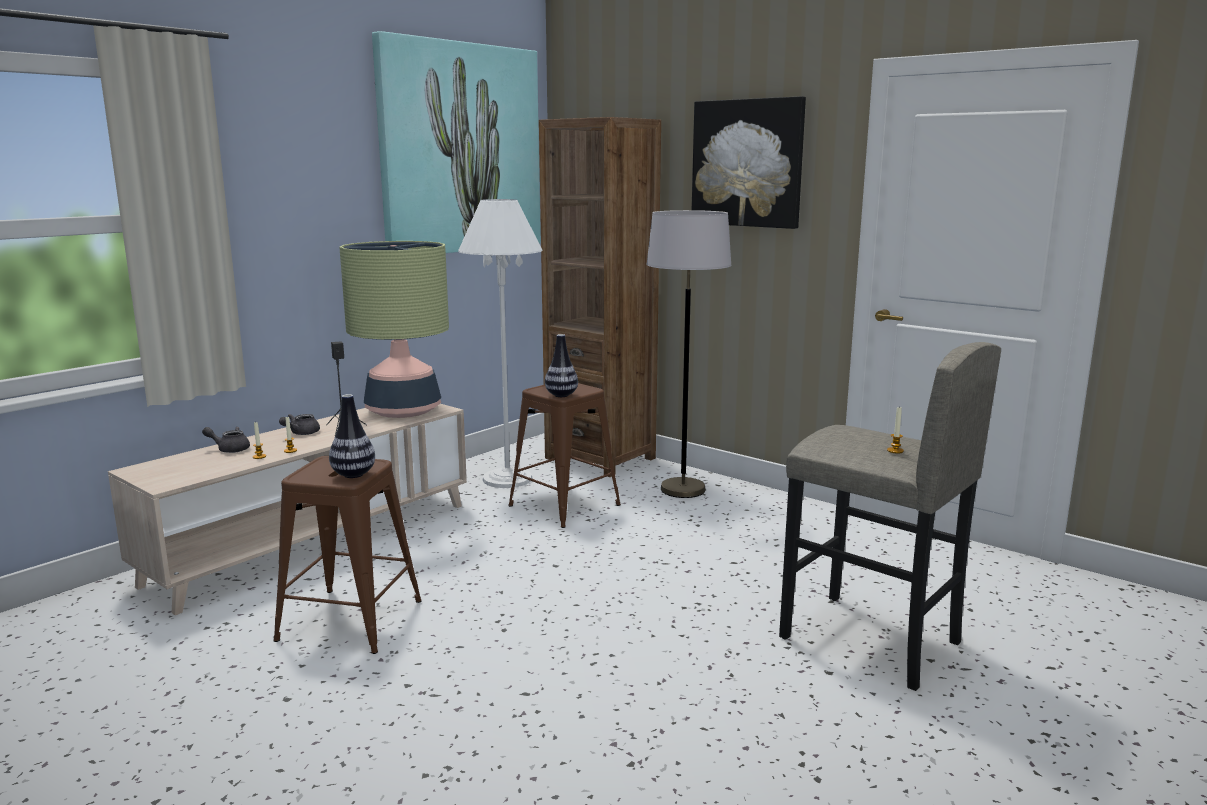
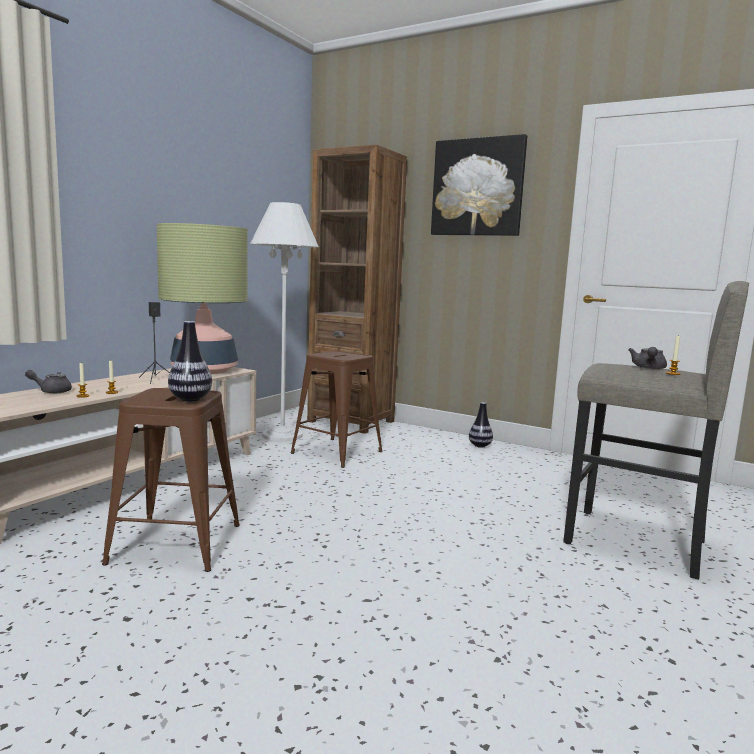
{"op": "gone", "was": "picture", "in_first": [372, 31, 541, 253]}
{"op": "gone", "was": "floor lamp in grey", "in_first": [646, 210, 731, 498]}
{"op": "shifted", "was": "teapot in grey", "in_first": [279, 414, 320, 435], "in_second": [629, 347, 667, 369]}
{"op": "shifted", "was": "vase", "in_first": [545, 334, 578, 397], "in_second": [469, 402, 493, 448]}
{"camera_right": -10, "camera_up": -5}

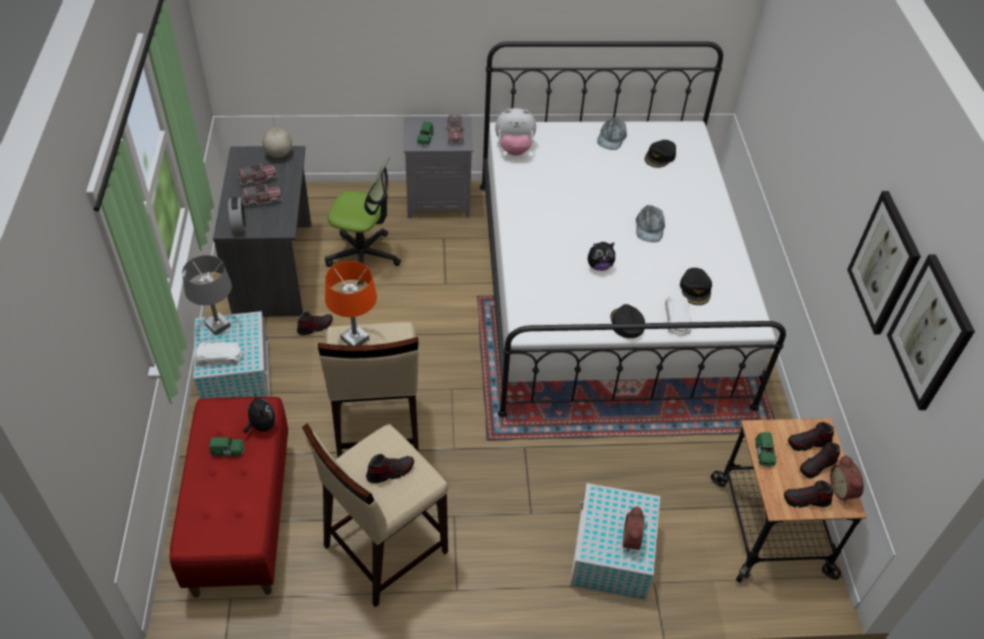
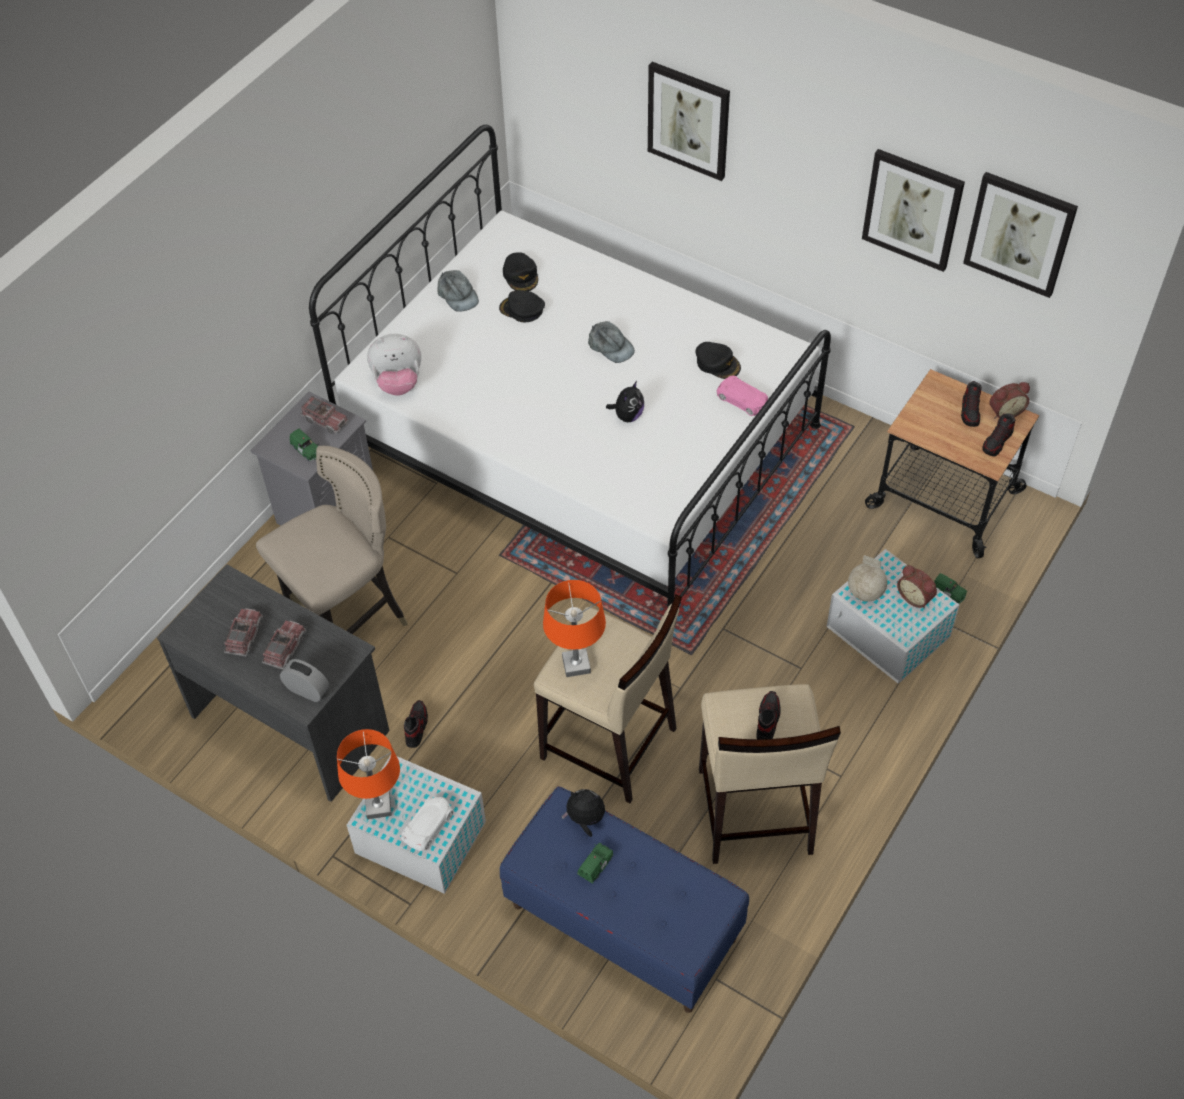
{"op": "gone", "was": "shoe", "in_first": [788, 422, 834, 451]}
{"op": "new", "now": "picture", "in_second": [648, 62, 730, 181]}
{"op": "shifted", "was": "globe", "in_first": [262, 117, 292, 158], "in_second": [848, 555, 887, 602]}
{"op": "shifted", "was": "cap in black", "in_first": [610, 304, 645, 338], "in_second": [499, 290, 545, 322]}
{"op": "shifted", "was": "toy car in green", "in_first": [755, 432, 776, 467], "in_second": [934, 573, 967, 604]}
{"op": "swapped", "was": "office chair", "now": "stool in beige", "in_first": [325, 158, 401, 285], "in_second": [256, 446, 408, 634]}
{"op": "repainted", "was": "bench in red", "now": "bench in blue", "in_first": [169, 397, 288, 597], "in_second": [500, 786, 749, 1013]}
{"op": "repainted", "was": "table lamp in grey", "now": "table lamp in orange", "in_first": [182, 255, 232, 335], "in_second": [337, 729, 400, 819]}
{"op": "repainted", "was": "toy car in white", "now": "toy car in pink", "in_first": [665, 296, 692, 336], "in_second": [717, 375, 768, 416]}
{"op": "rotated", "was": "plush toy", "in_first": [495, 108, 536, 156], "in_second": [367, 334, 421, 396], "clockwise": 45}
{"op": "rotated", "was": "alarm clock", "in_first": [830, 455, 864, 503], "in_second": [989, 382, 1030, 419], "clockwise": -45}
{"camera_right": -50, "camera_up": 5}

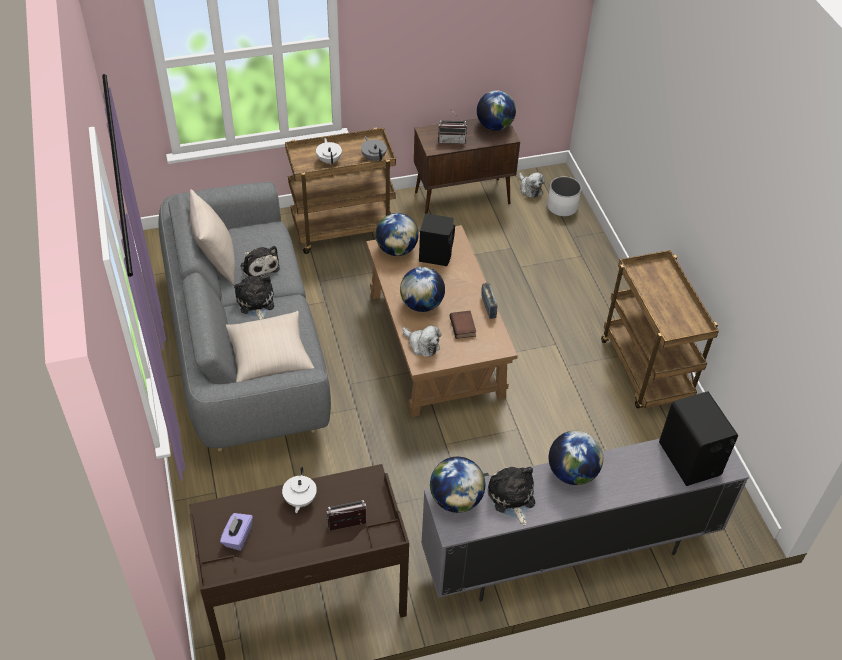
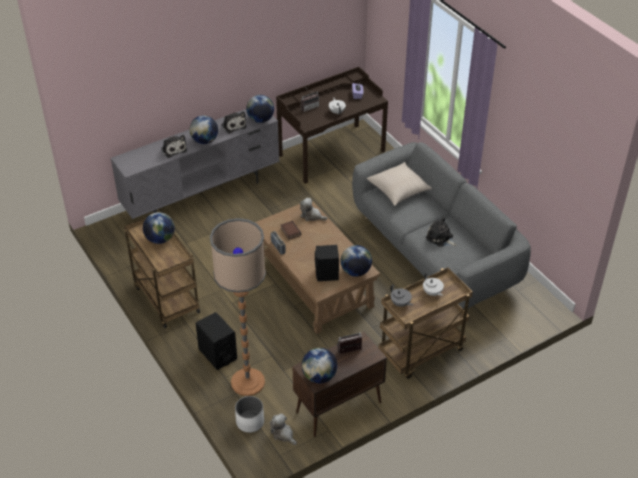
{"op": "gone", "was": "pillow in beige", "in_first": [190, 189, 235, 285]}
{"op": "new", "now": "floor lamp", "in_second": [210, 218, 266, 396]}
{"op": "shifted", "was": "plush toy", "in_first": [234, 275, 274, 320], "in_second": [161, 135, 187, 158]}
{"op": "shifted", "was": "globe", "in_first": [400, 267, 445, 312], "in_second": [143, 212, 175, 244]}
{"op": "shifted", "was": "speaker in black", "in_first": [659, 391, 738, 486], "in_second": [196, 312, 237, 370]}
{"camera_right": 165, "camera_up": -5}

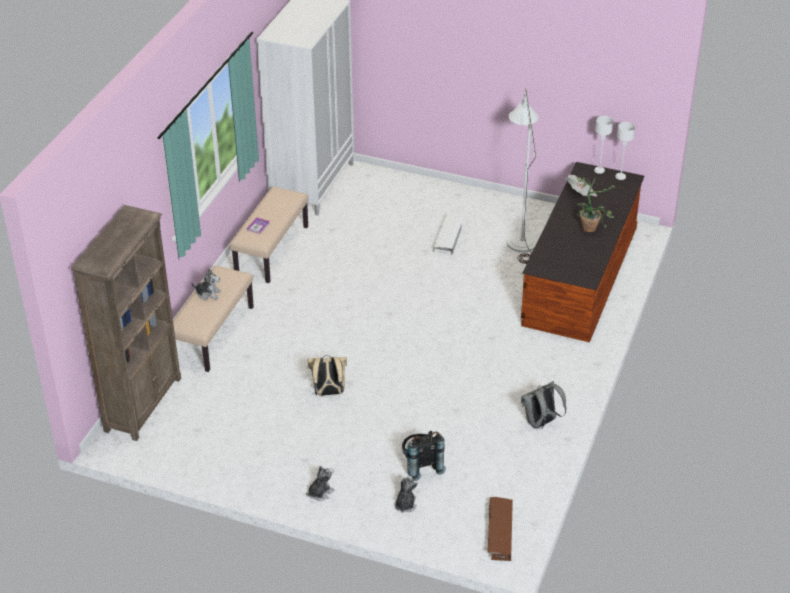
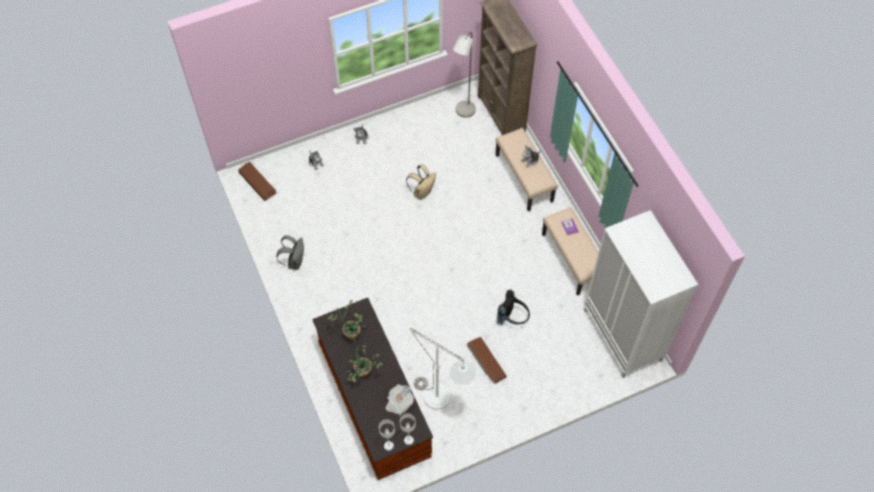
{"op": "new", "now": "potted plant", "in_second": [327, 300, 366, 342]}
{"op": "new", "now": "floor lamp in grey", "in_second": [453, 32, 476, 118]}
{"op": "shifted", "was": "backpack in black", "in_first": [402, 431, 446, 481], "in_second": [496, 289, 530, 326]}
{"op": "repainted", "was": "storage box in white", "now": "storage box in brown", "in_first": [433, 213, 464, 256], "in_second": [467, 337, 506, 384]}
{"camera_right": 135, "camera_up": 20}

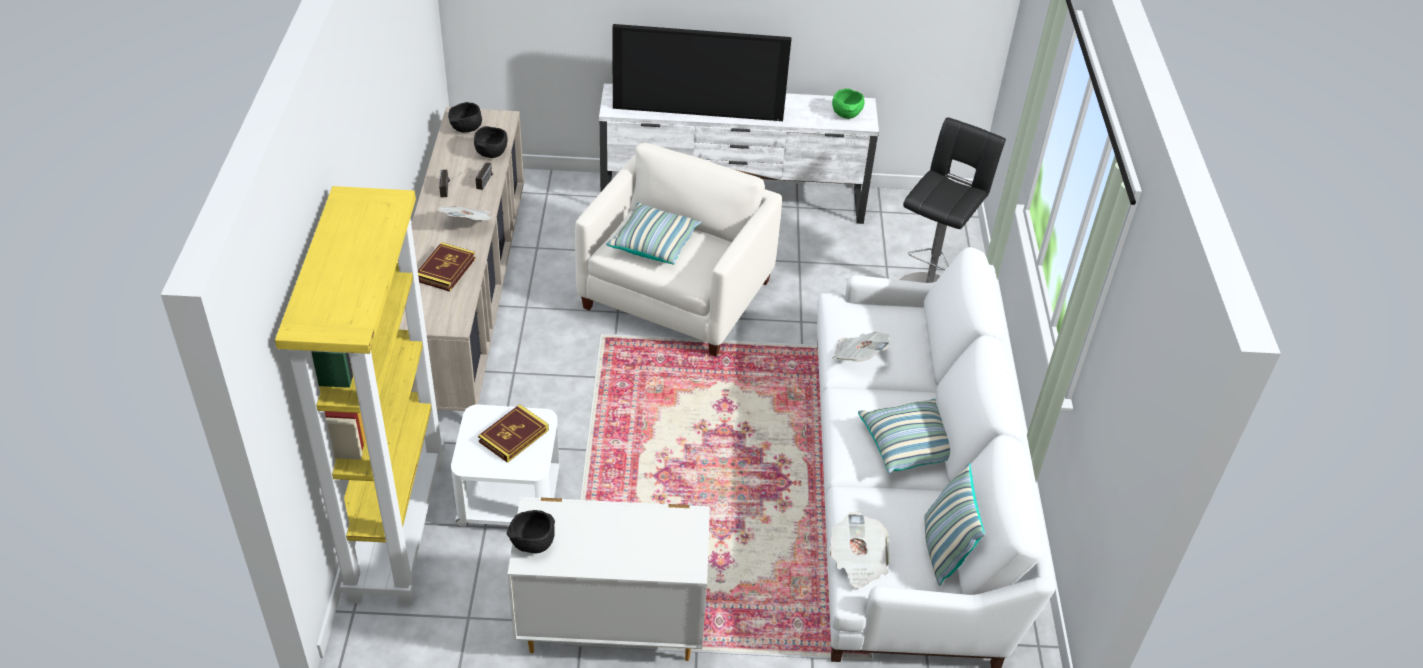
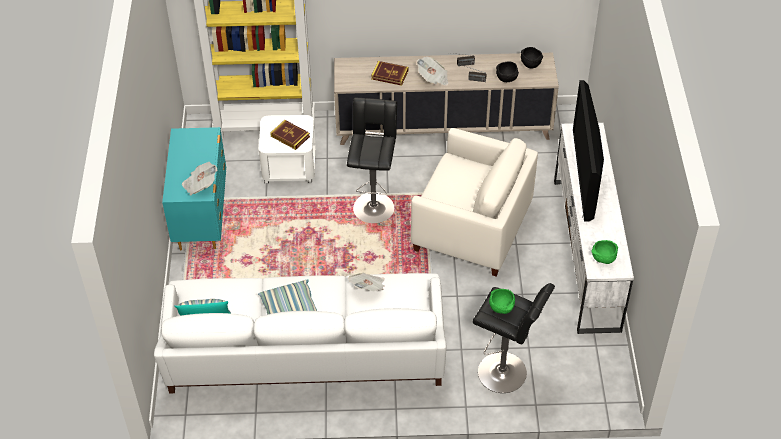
{"op": "gone", "was": "bowl in black", "in_first": [507, 510, 555, 553]}
{"op": "gone", "was": "pillow", "in_first": [606, 202, 702, 265]}
{"op": "new", "now": "stool in black", "in_second": [347, 98, 397, 223]}
{"op": "new", "now": "bowl in green", "in_second": [489, 289, 515, 314]}
{"op": "shifted", "was": "newspaper", "in_first": [829, 511, 890, 589], "in_second": [182, 162, 217, 196]}
{"op": "repainted", "was": "dresser in white", "now": "dresser in turquoise", "in_first": [508, 497, 710, 661], "in_second": [162, 127, 226, 250]}
{"camera_right": 90, "camera_up": 5}

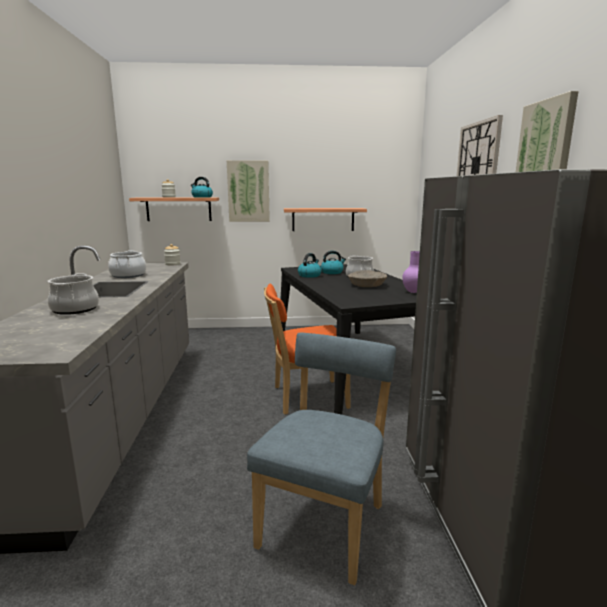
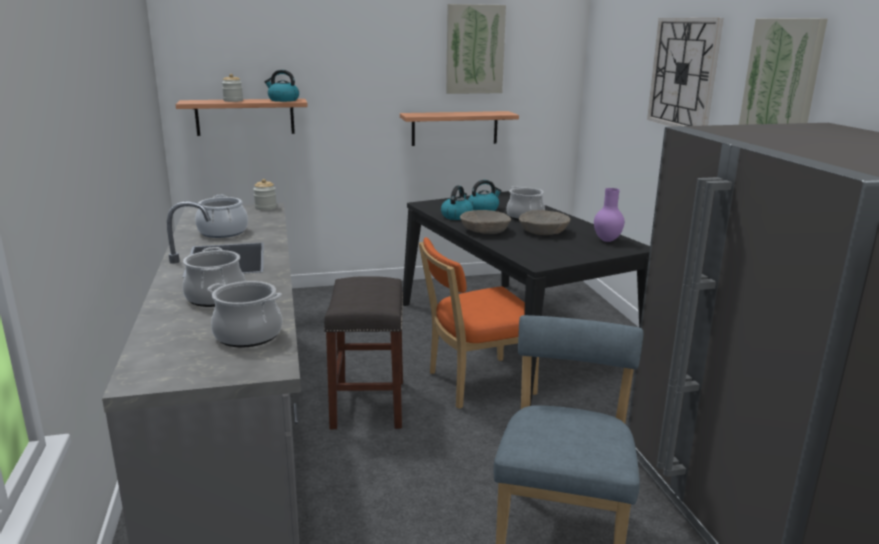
{"op": "new", "now": "cooking pot", "in_second": [207, 281, 282, 348]}
{"op": "new", "now": "stool in grey", "in_second": [324, 276, 403, 429]}
{"op": "new", "now": "bowl in beige", "in_second": [460, 210, 511, 234]}
{"op": "shifted", "was": "picture", "in_first": [227, 160, 270, 222], "in_second": [446, 4, 506, 94]}
{"camera_right": -10, "camera_up": 5}

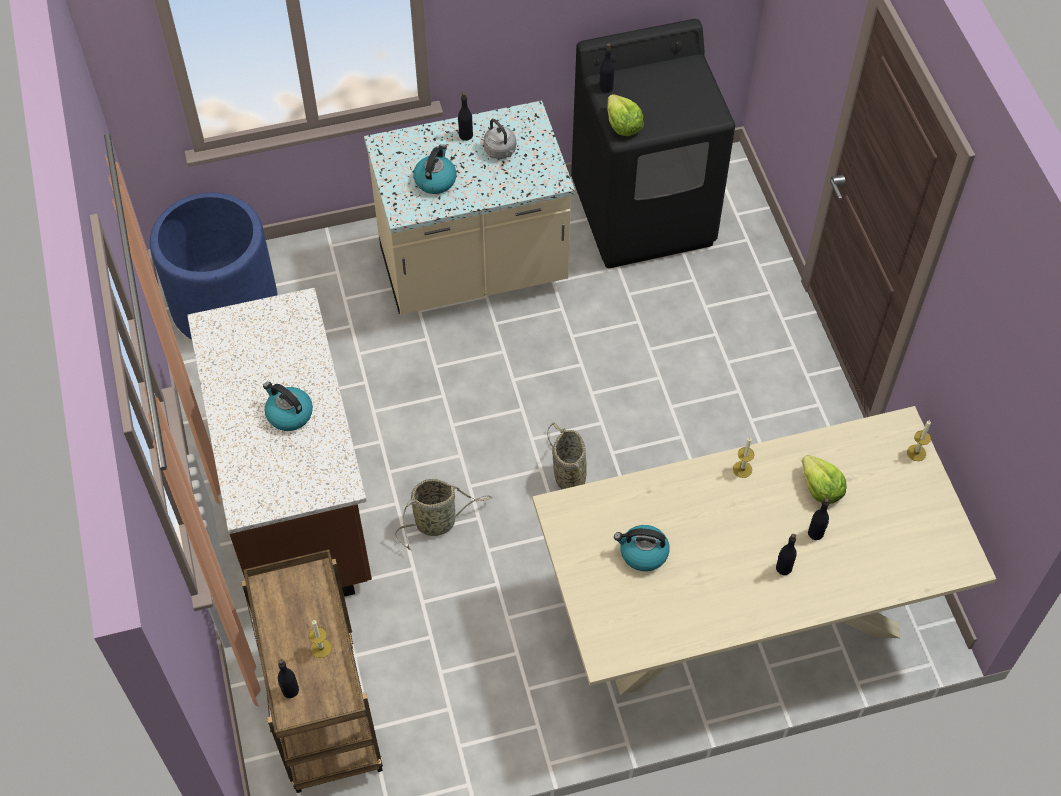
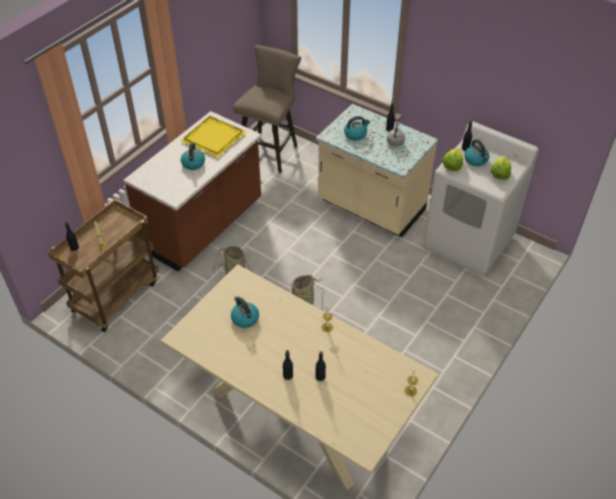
{"op": "new", "now": "tray in yellow", "in_second": [180, 116, 246, 157]}
{"op": "new", "now": "kettle", "in_second": [464, 139, 489, 166]}
{"op": "shifted", "was": "lettuce", "in_first": [802, 455, 847, 504], "in_second": [490, 156, 511, 180]}
{"op": "swapped", "was": "planter in blue", "now": "stool in beige", "in_first": [150, 193, 278, 340], "in_second": [233, 45, 301, 173]}
{"op": "repainted", "was": "washing machine in black", "now": "washing machine in white", "in_first": [571, 19, 735, 268], "in_second": [424, 121, 539, 276]}
{"camera_right": 50, "camera_up": -10}

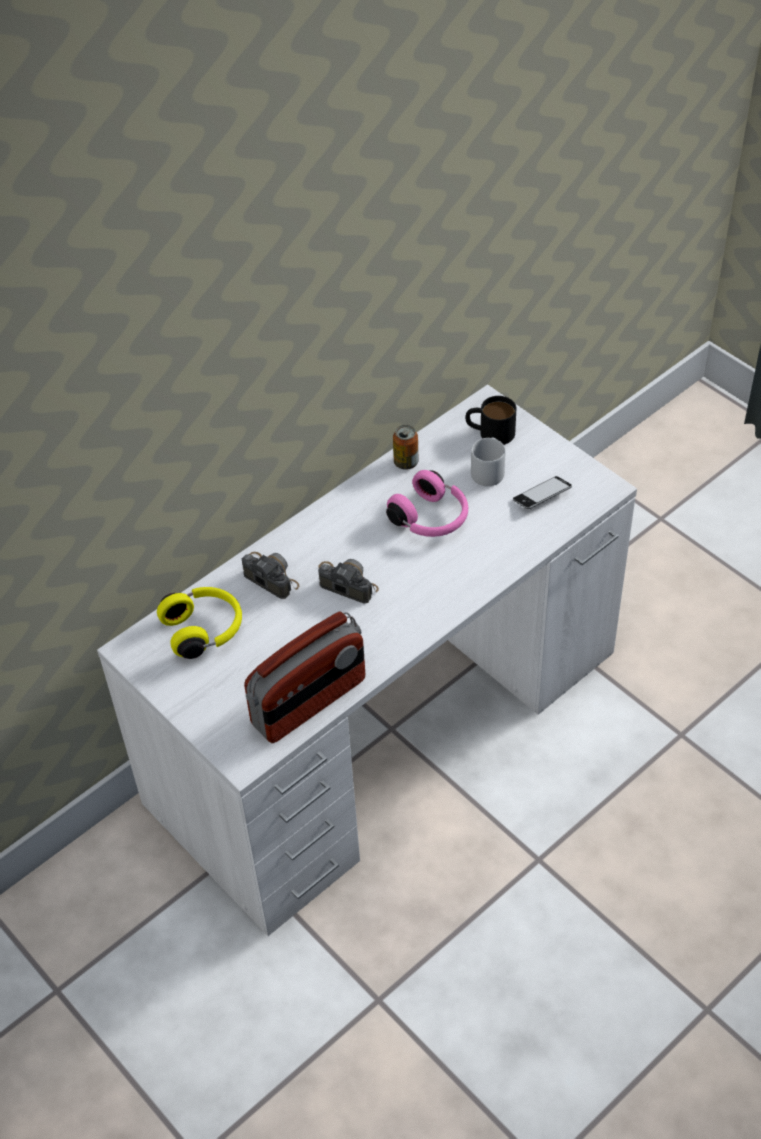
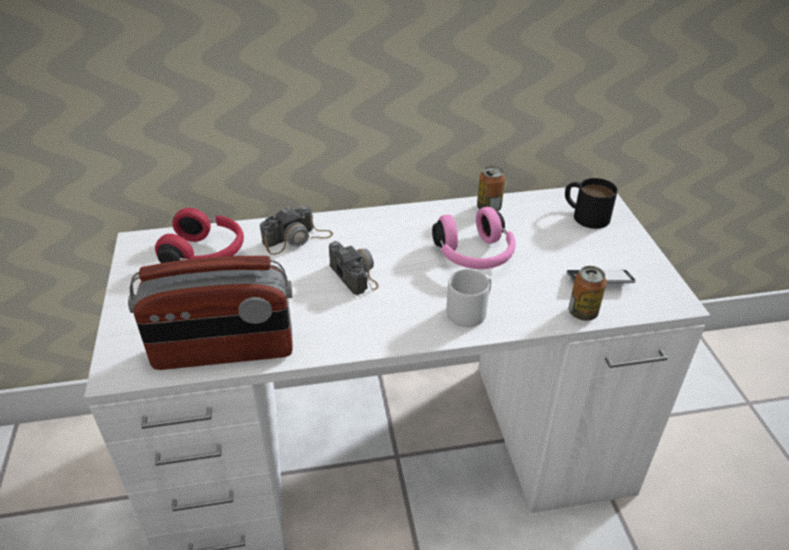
{"op": "new", "now": "can", "in_second": [569, 266, 607, 321]}
{"op": "shifted", "was": "mug in grey", "in_first": [471, 438, 505, 486], "in_second": [446, 269, 491, 327]}
{"op": "repainted", "was": "headphones in yellow", "now": "headphones in red", "in_first": [157, 587, 242, 659], "in_second": [155, 208, 244, 263]}
{"op": "rotated", "was": "photo camera", "in_first": [242, 552, 299, 599], "in_second": [260, 205, 333, 255], "clockwise": 75}
{"camera_right": 30, "camera_up": -10}

